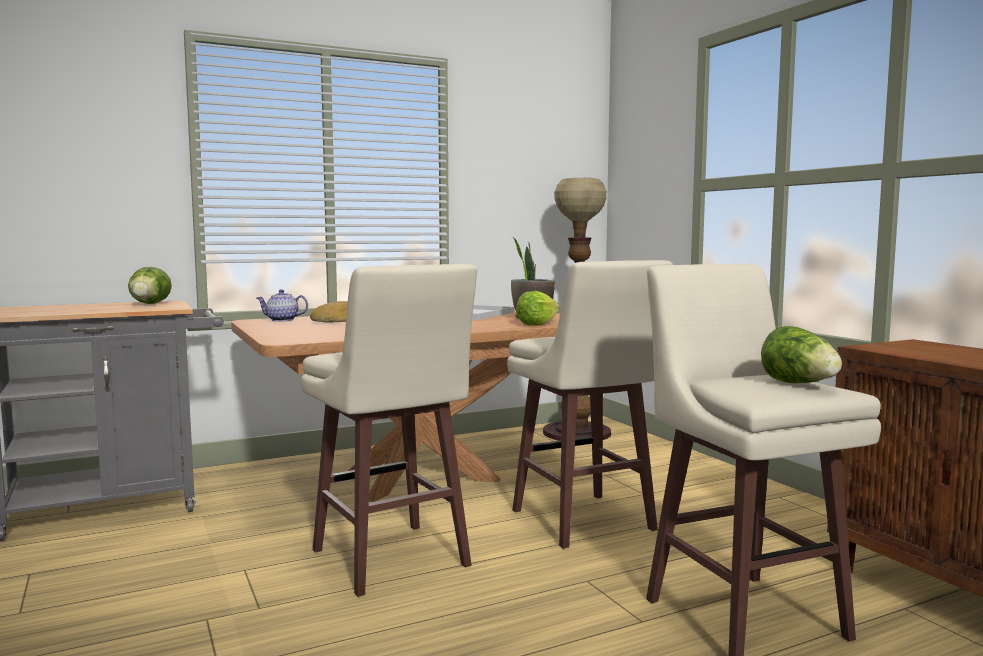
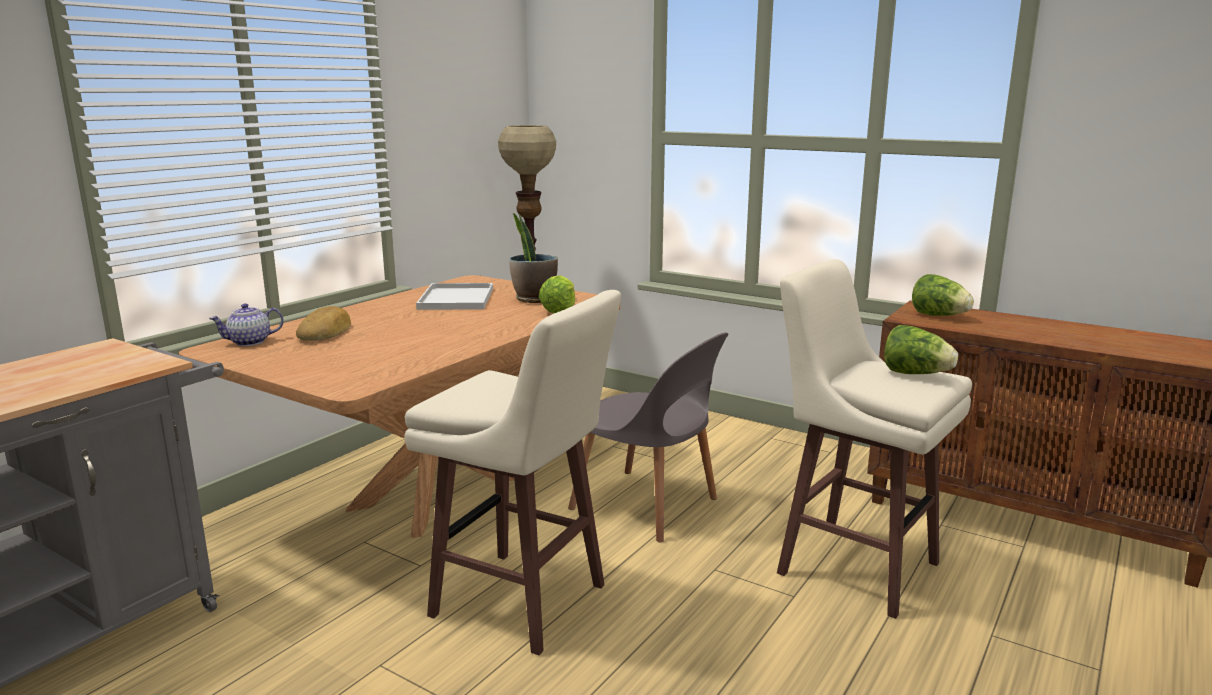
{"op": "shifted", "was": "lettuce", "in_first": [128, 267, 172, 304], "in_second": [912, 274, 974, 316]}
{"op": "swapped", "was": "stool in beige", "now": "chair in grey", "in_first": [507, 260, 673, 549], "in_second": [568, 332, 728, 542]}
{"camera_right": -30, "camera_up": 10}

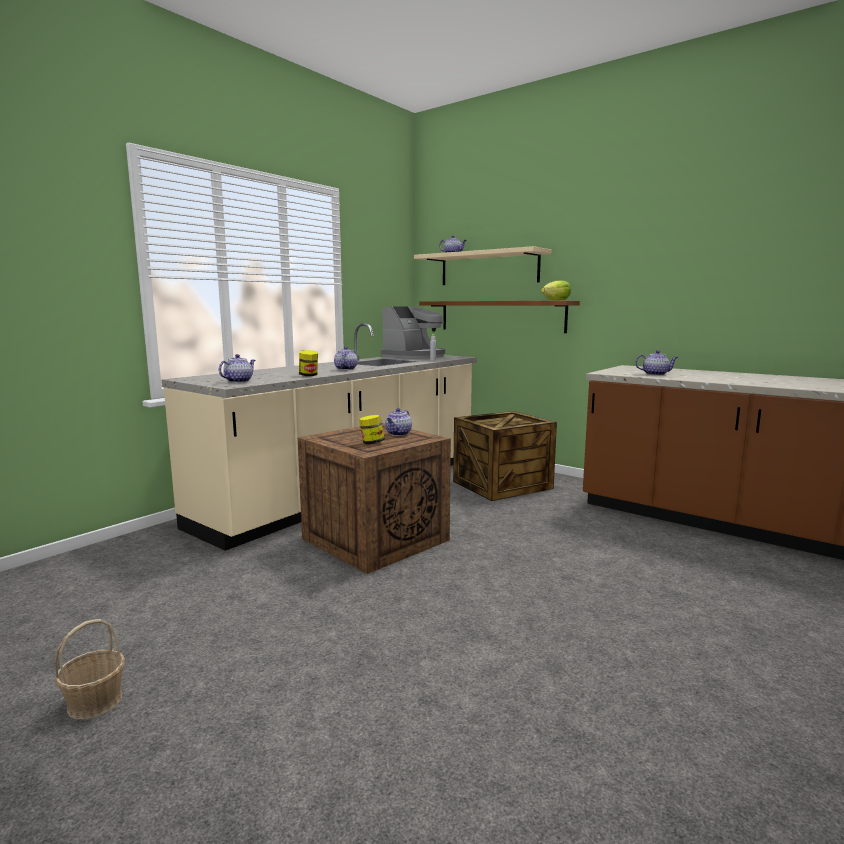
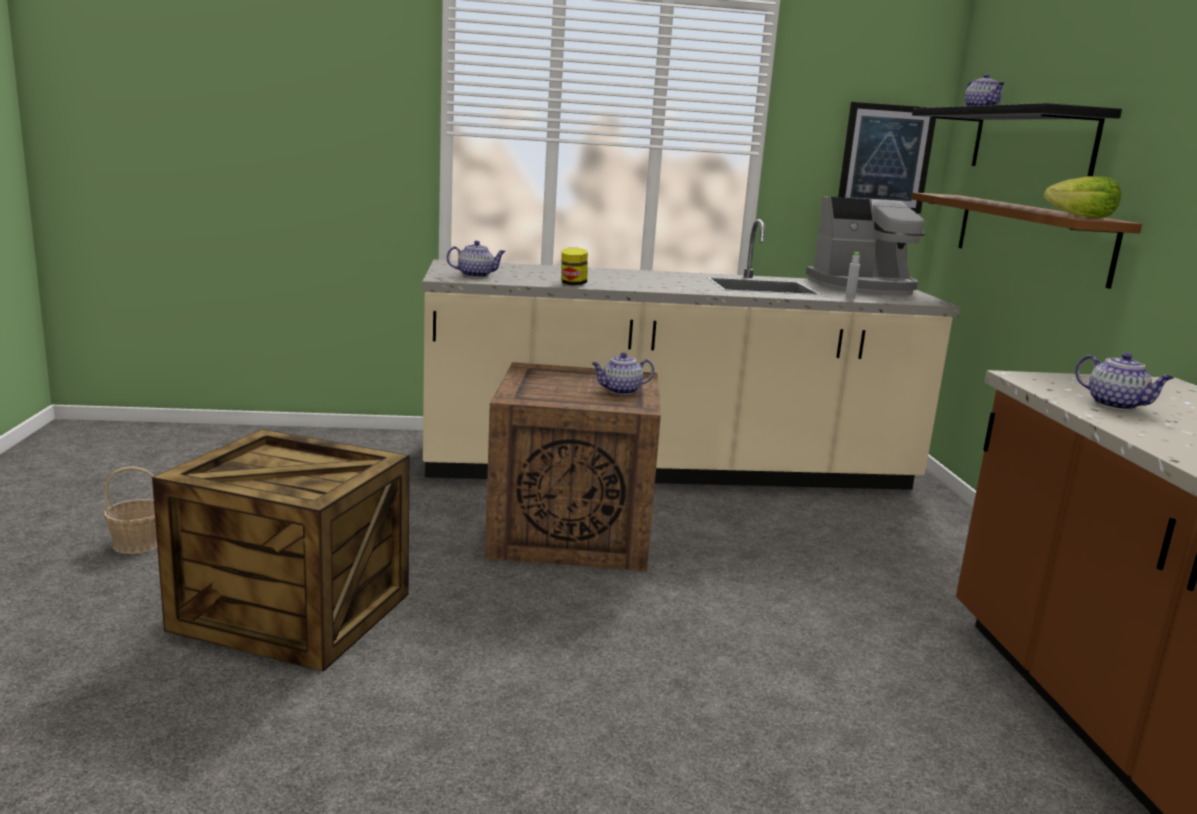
{"op": "gone", "was": "teapot", "in_first": [334, 346, 358, 370]}
{"op": "gone", "was": "jar", "in_first": [359, 415, 385, 444]}
{"op": "new", "now": "picture", "in_second": [838, 102, 936, 214]}
{"op": "shifted", "was": "crate", "in_first": [453, 411, 557, 501], "in_second": [152, 429, 409, 672]}
{"op": "repainted", "was": "shelf in beige", "now": "shelf in black", "in_first": [414, 246, 552, 285], "in_second": [912, 103, 1122, 176]}
{"camera_right": 45, "camera_up": 5}

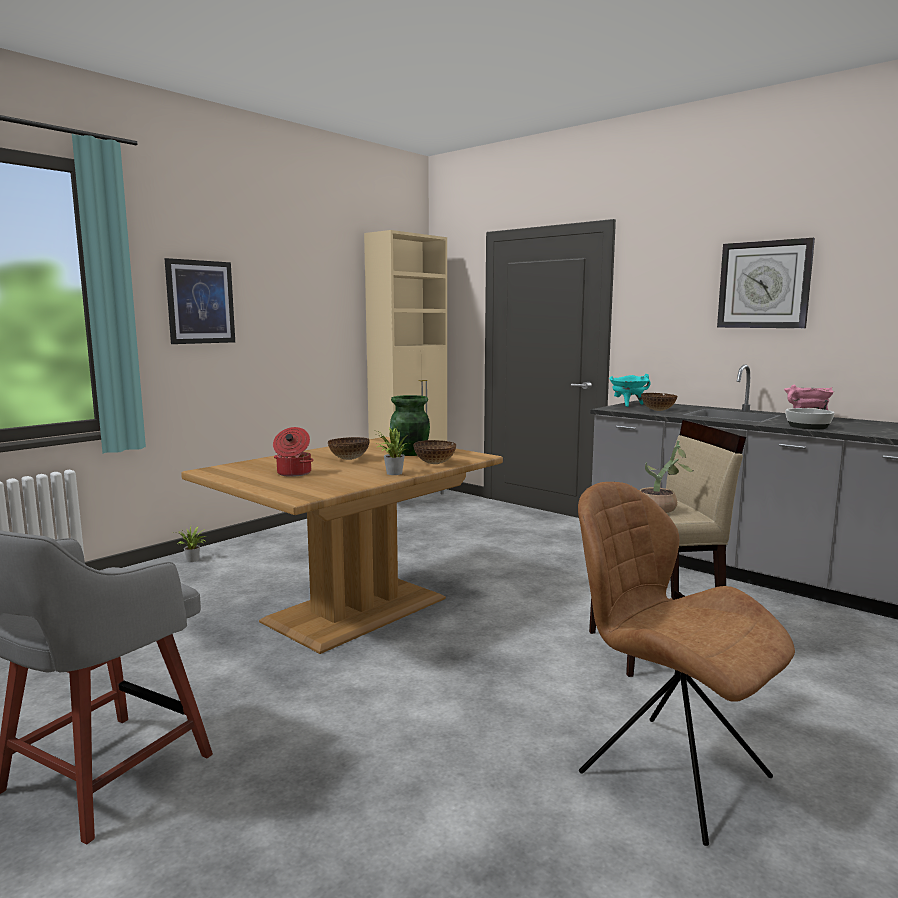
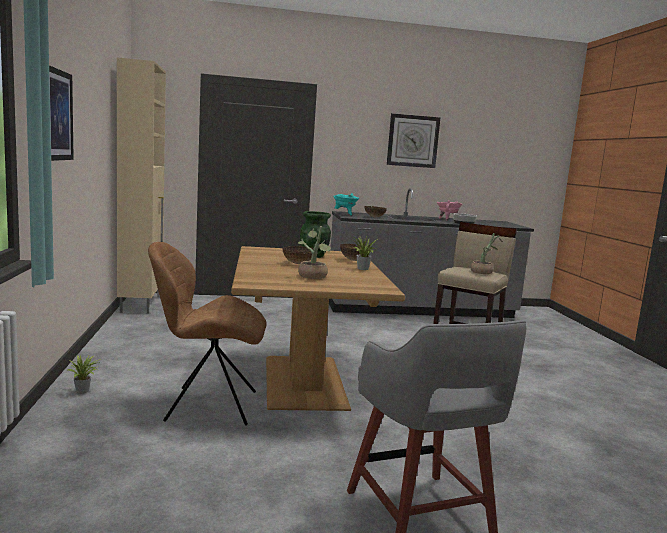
{"op": "shifted", "was": "chair in brown", "in_first": [578, 482, 795, 846], "in_second": [148, 242, 267, 426]}
{"op": "swapped", "was": "cooking pot", "now": "potted plant", "in_first": [273, 427, 314, 477], "in_second": [298, 226, 331, 279]}
{"camera_right": -50, "camera_up": 0}

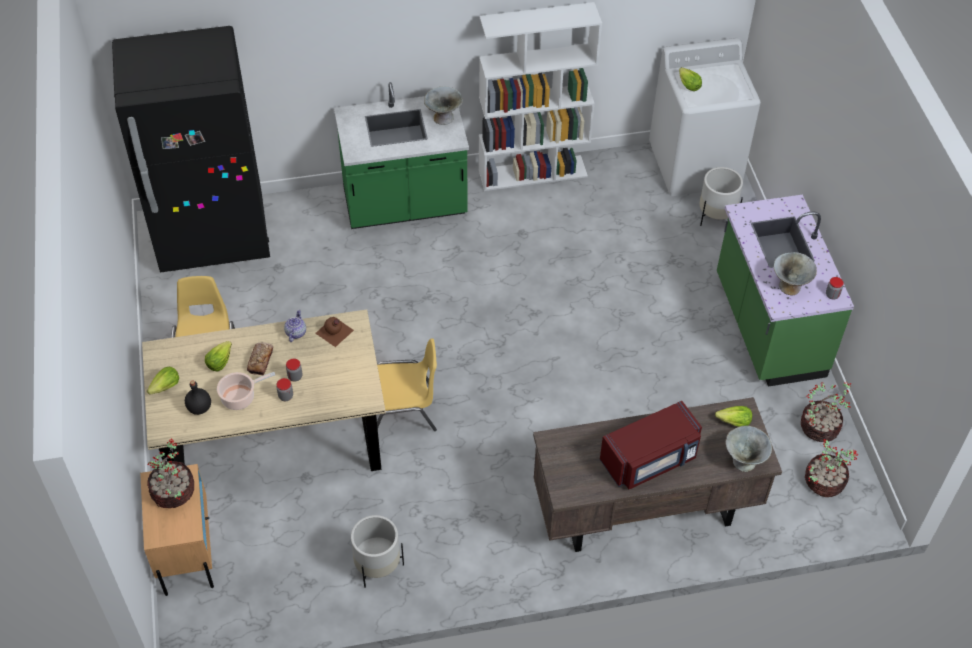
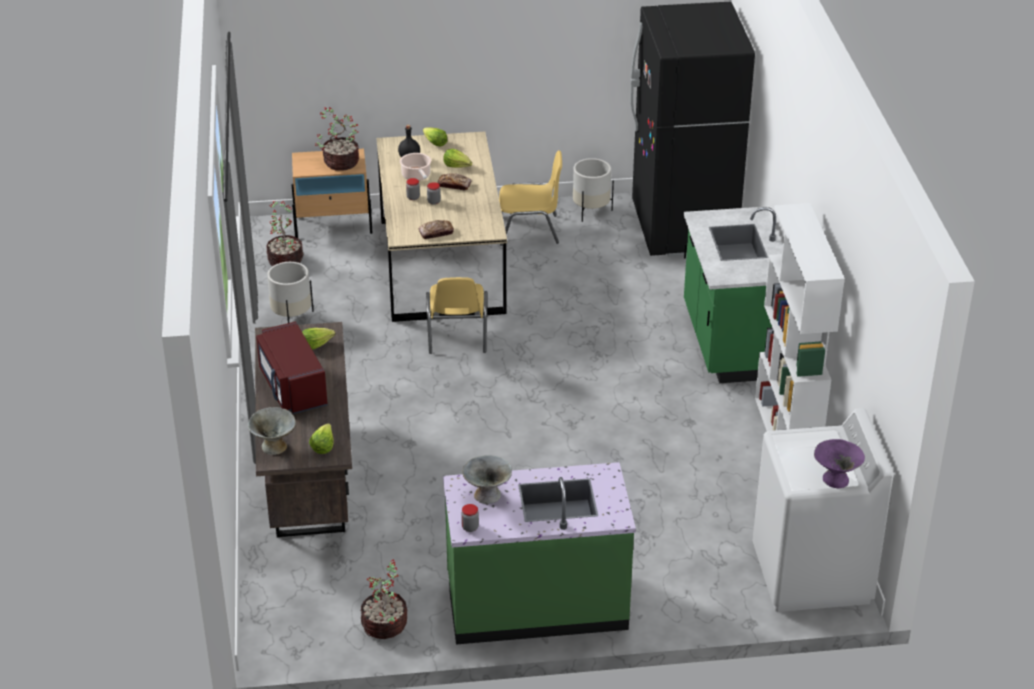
{"op": "gone", "was": "teapot", "in_first": [284, 309, 306, 342]}
{"op": "gone", "was": "bottle in brown", "in_first": [315, 317, 354, 347]}
{"op": "gone", "was": "bowl in grey", "in_first": [424, 86, 463, 125]}
{"op": "new", "now": "bread", "in_second": [418, 220, 454, 239]}
{"op": "new", "now": "bowl in purple", "in_second": [814, 439, 865, 488]}
{"op": "shifted", "was": "lettuce", "in_first": [679, 67, 702, 91], "in_second": [302, 328, 335, 350]}
{"op": "shifted", "was": "planter in white", "in_first": [699, 167, 743, 226], "in_second": [573, 158, 614, 222]}
{"op": "shifted", "was": "potted plant", "in_first": [805, 439, 859, 497], "in_second": [266, 201, 303, 266]}
{"camera_right": 95, "camera_up": -15}

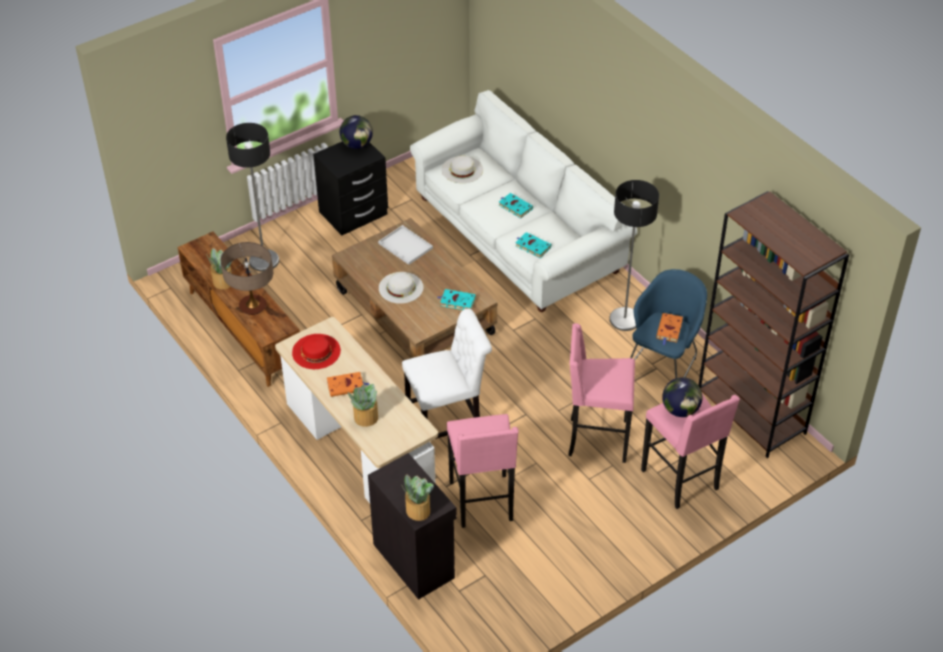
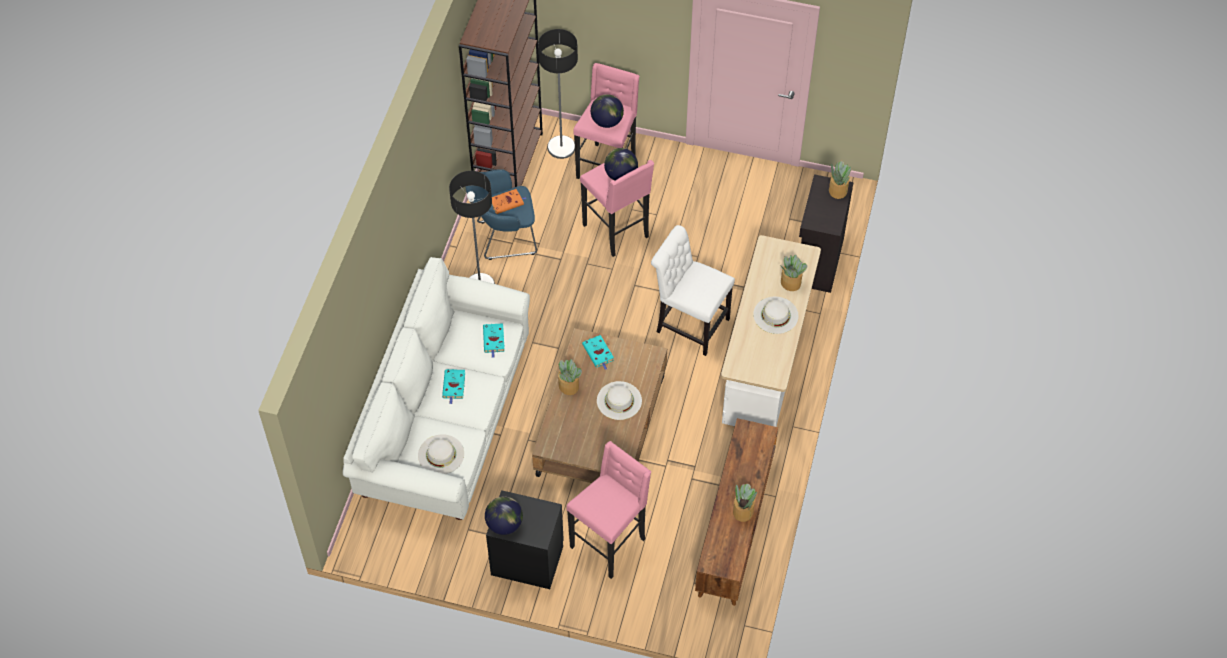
{"op": "gone", "was": "table lamp", "in_first": [221, 242, 273, 315]}
{"op": "gone", "was": "hat in red", "in_first": [292, 334, 341, 369]}
{"op": "gone", "was": "tray in white", "in_first": [378, 225, 433, 265]}
{"op": "new", "now": "potted plant", "in_second": [558, 359, 582, 395]}
{"op": "new", "now": "globe", "in_second": [604, 148, 638, 181]}
{"op": "shifted", "was": "floor lamp", "in_first": [226, 123, 279, 271], "in_second": [538, 29, 578, 159]}
{"op": "shifted", "was": "stool in pink", "in_first": [447, 414, 519, 528], "in_second": [567, 441, 651, 579]}
{"op": "swapped", "was": "book in orange", "now": "hat in white", "in_first": [327, 372, 370, 397], "in_second": [753, 297, 798, 334]}
{"camera_right": -130, "camera_up": 10}

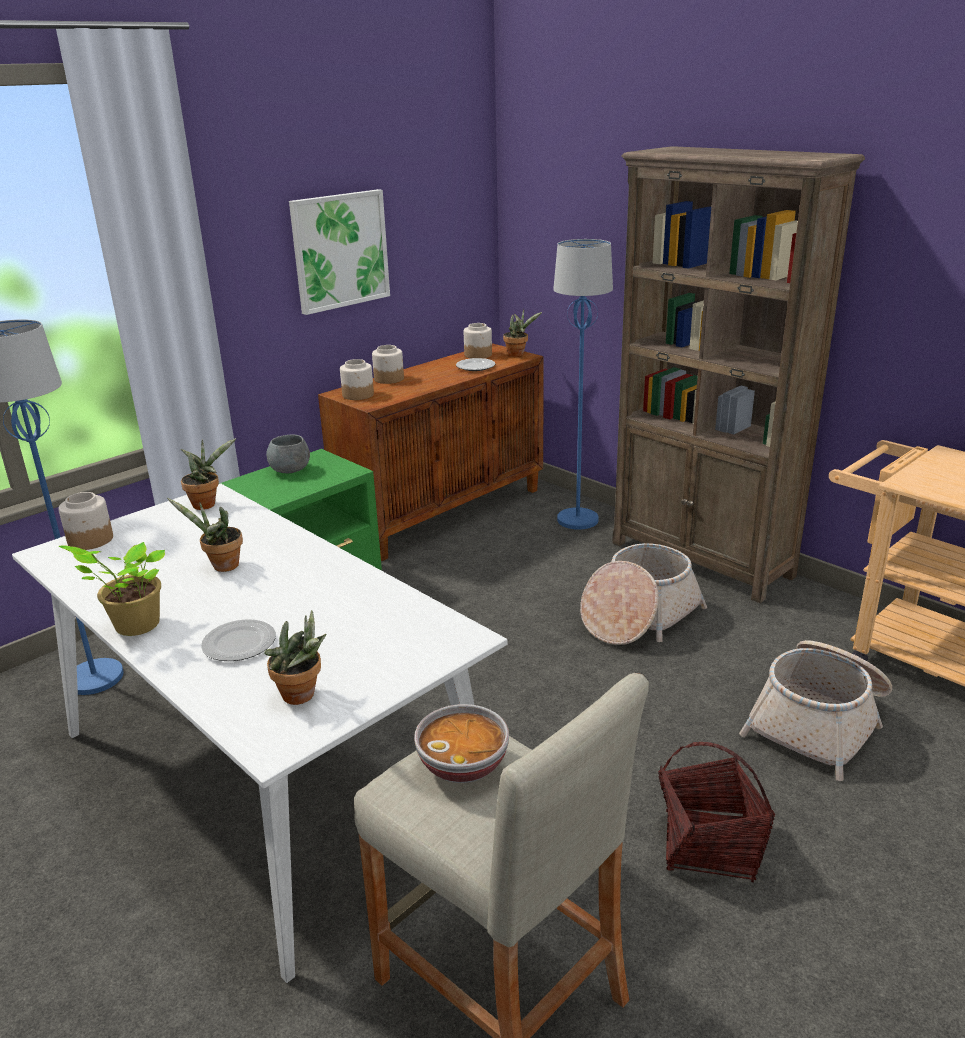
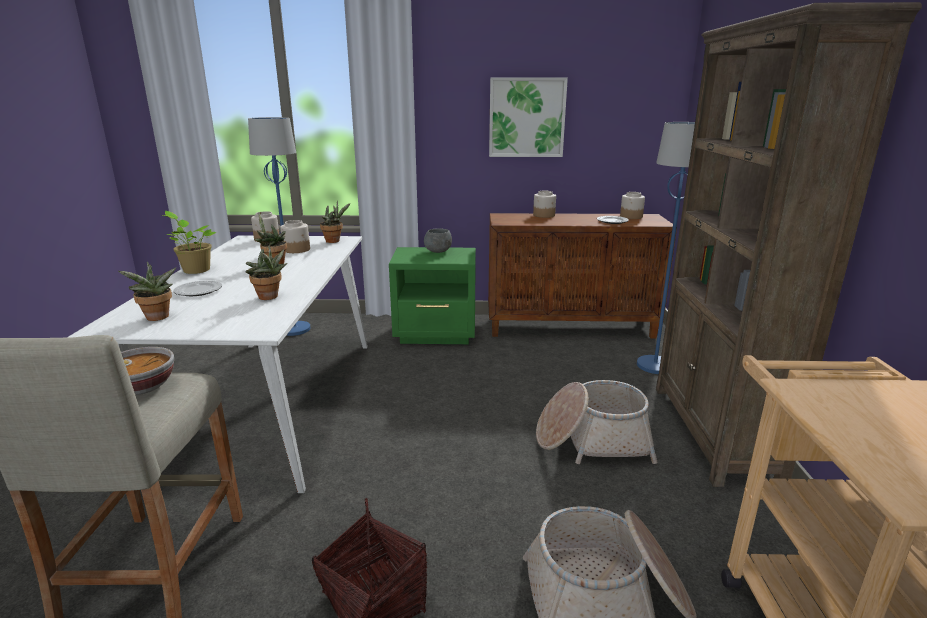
{"op": "shifted", "was": "jar", "in_first": [340, 359, 374, 400], "in_second": [280, 220, 310, 253]}
{"op": "shifted", "was": "potted plant", "in_first": [503, 309, 542, 357], "in_second": [246, 245, 287, 300]}
{"camera_right": 45, "camera_up": -5}

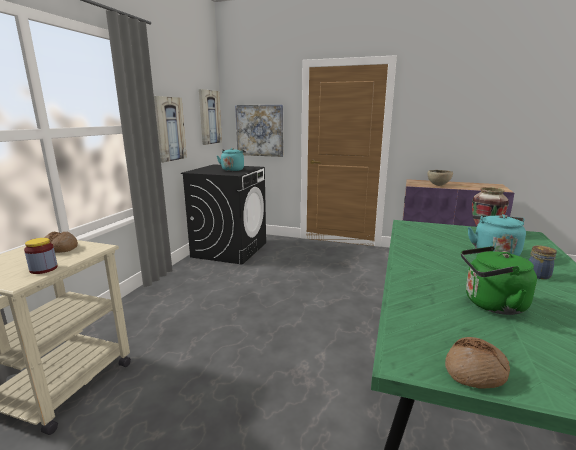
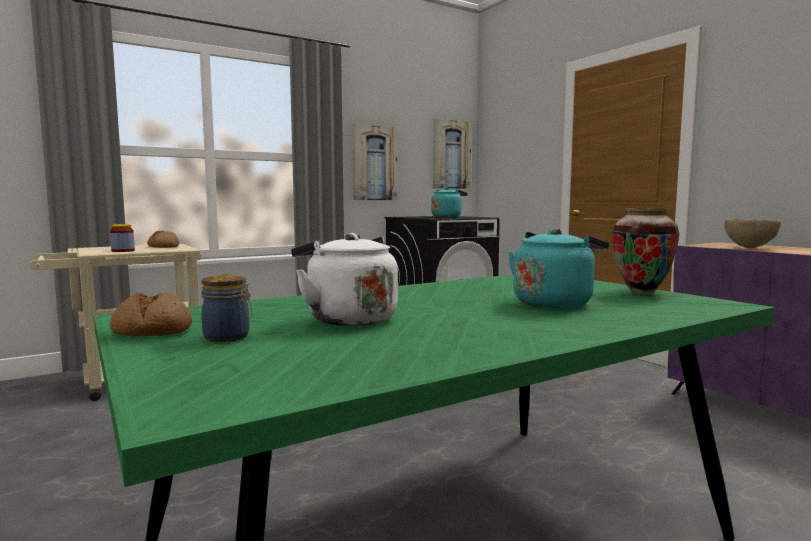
{"op": "gone", "was": "picture", "in_first": [235, 105, 283, 157]}
{"op": "shifted", "was": "jar", "in_first": [529, 245, 557, 279], "in_second": [201, 275, 253, 342]}
{"op": "repainted", "was": "kettle in green", "now": "kettle in white", "in_first": [461, 246, 537, 315], "in_second": [291, 233, 398, 326]}
{"camera_right": 40, "camera_up": -10}

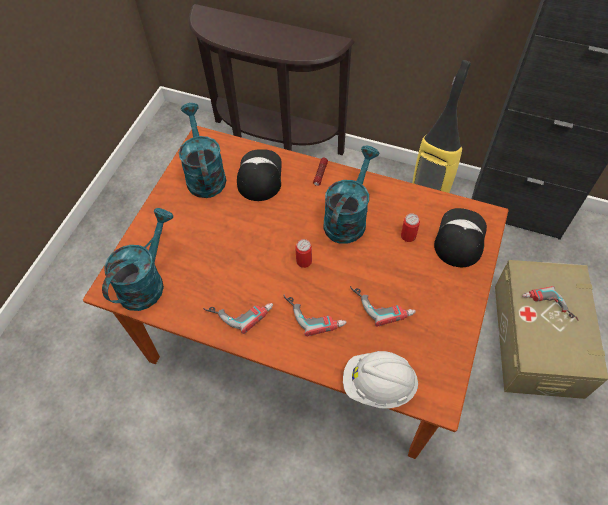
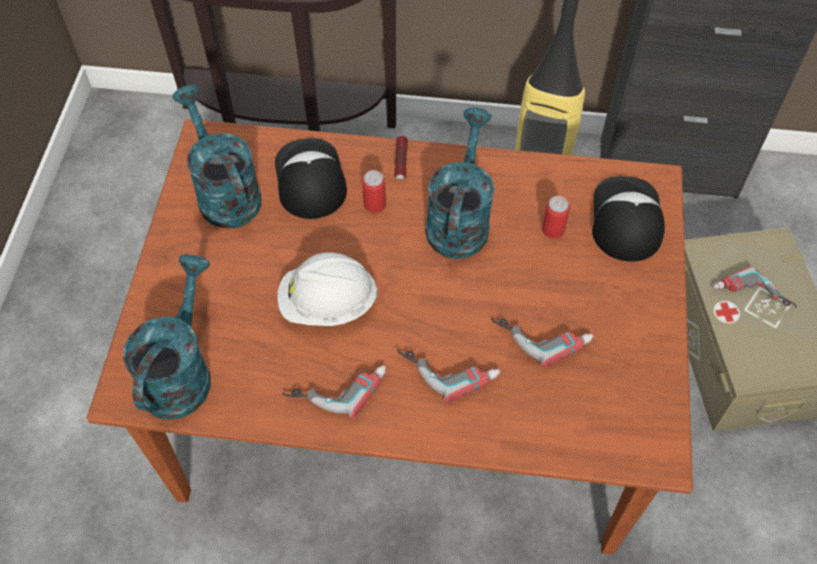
{"op": "shifted", "was": "can", "in_first": [295, 239, 312, 268], "in_second": [362, 170, 386, 213]}
{"op": "shifted", "was": "hard hat in white", "in_first": [343, 351, 418, 409], "in_second": [277, 253, 378, 326]}
{"camera_right": -15, "camera_up": 0}

